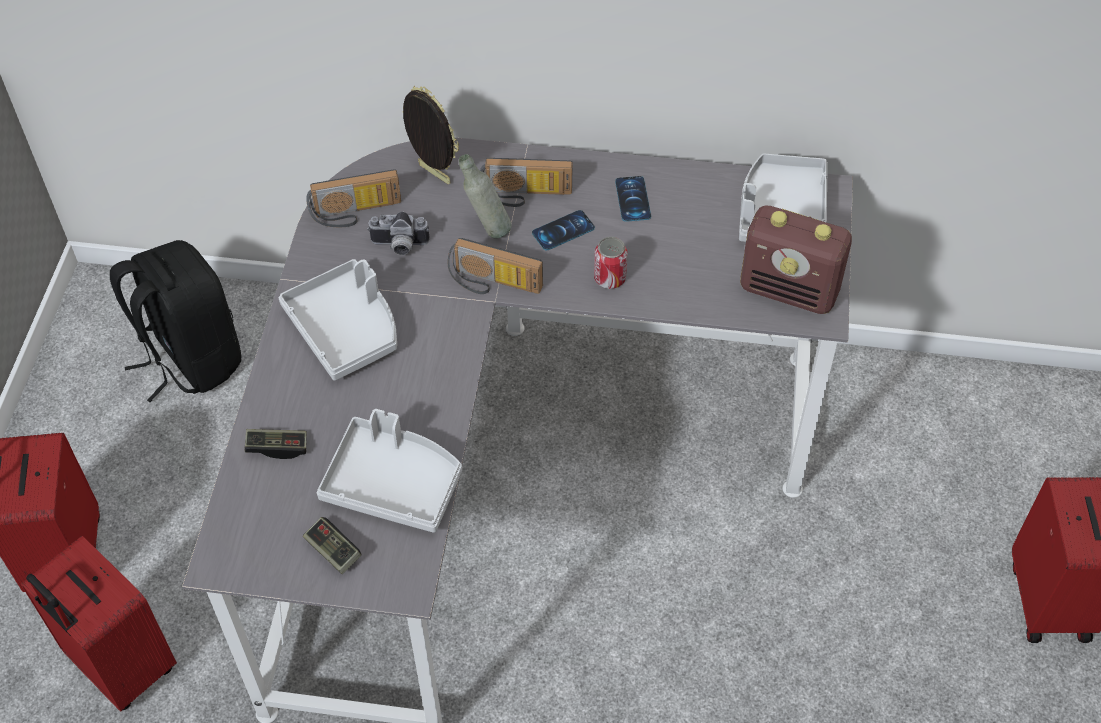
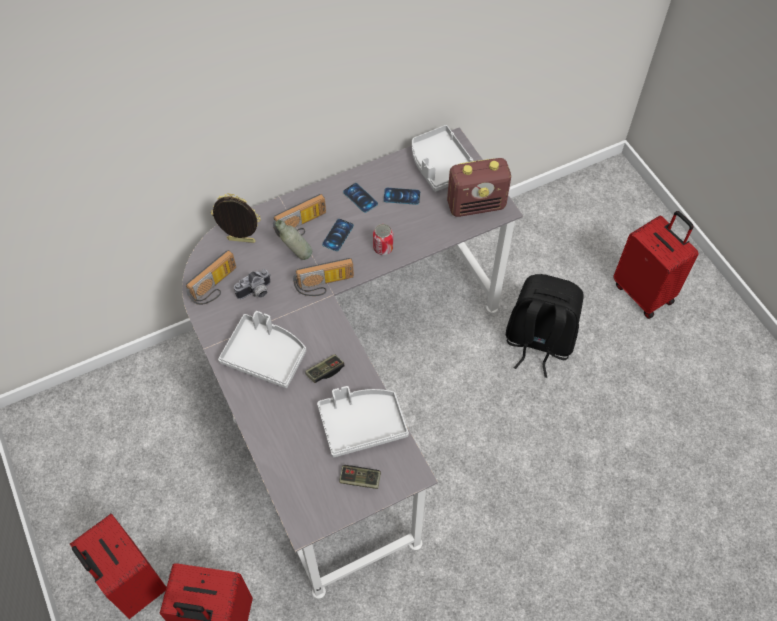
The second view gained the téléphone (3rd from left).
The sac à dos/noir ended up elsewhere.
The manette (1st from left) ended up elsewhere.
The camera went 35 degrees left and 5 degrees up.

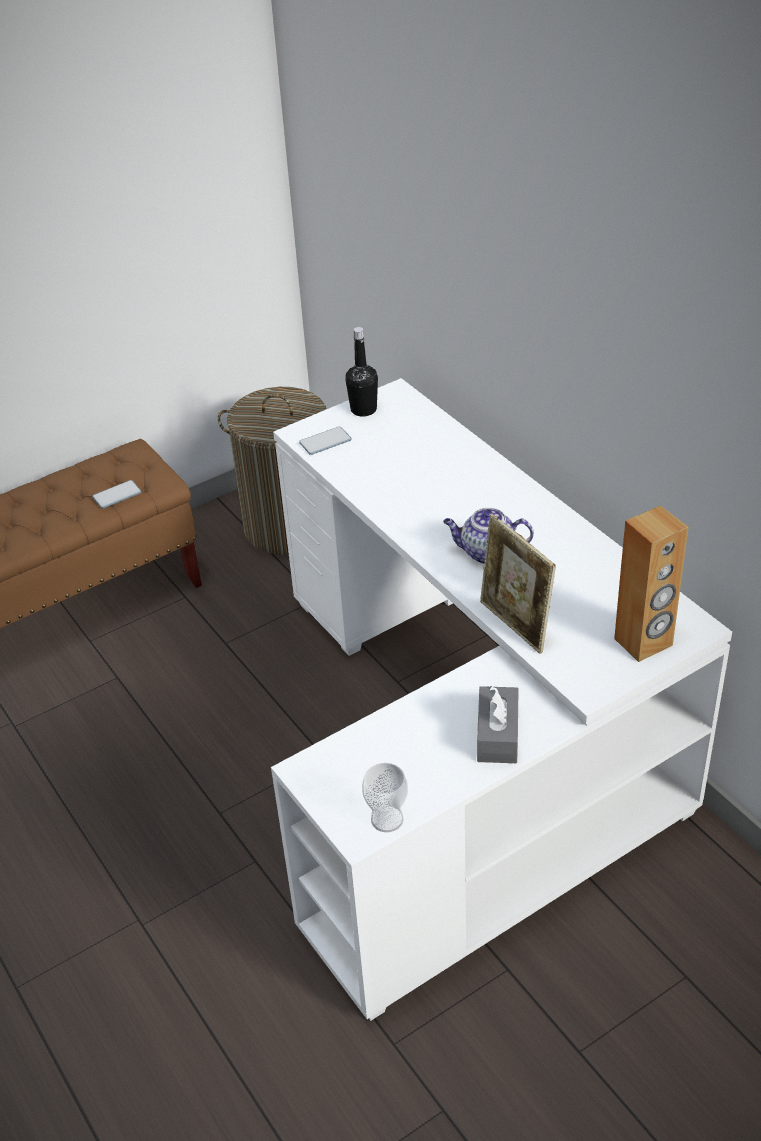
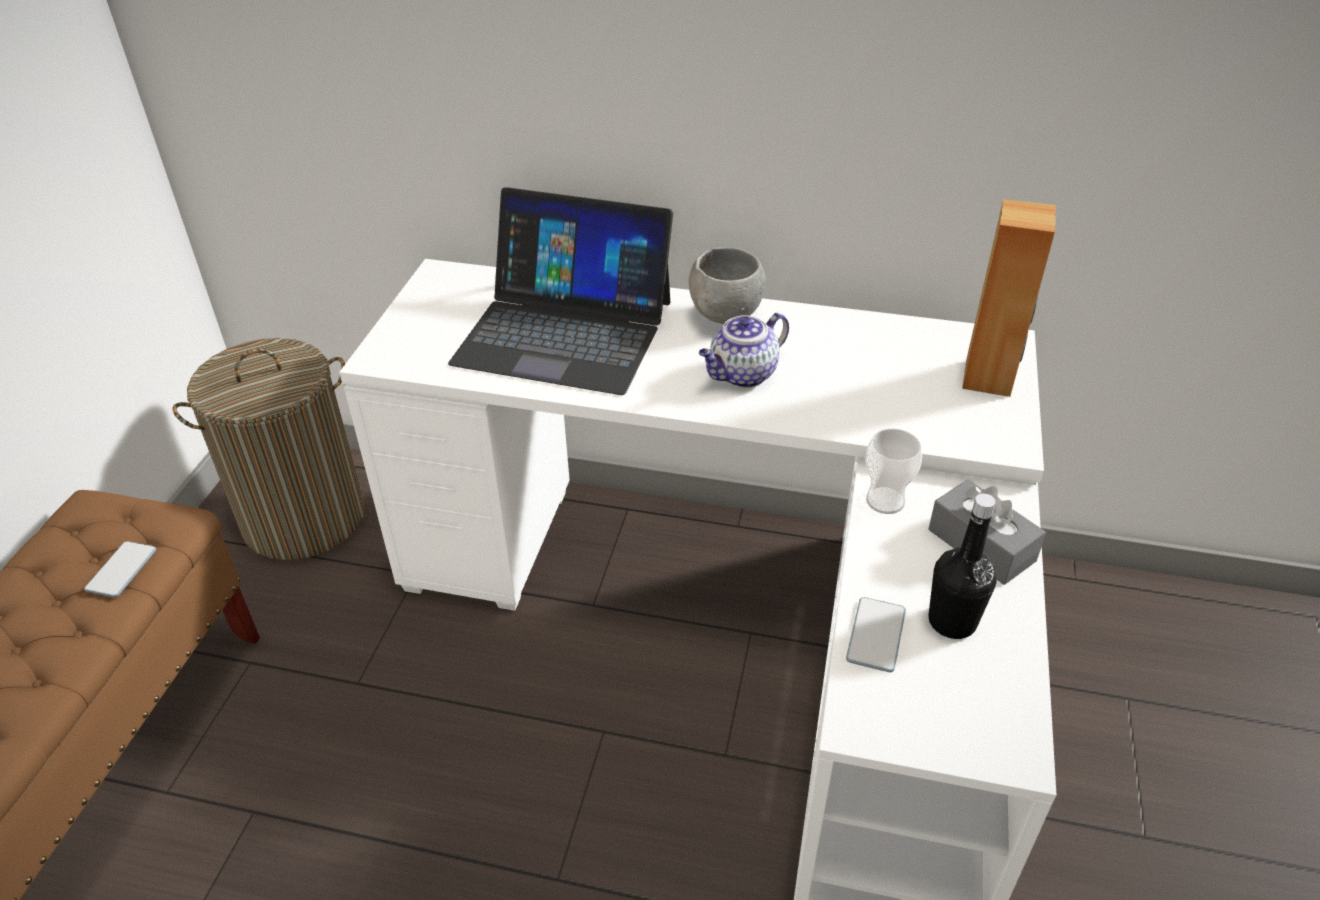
The second view lost the cadre photo.
The second view gained the ordinateur portable.
The second view gained the bol/gris.
The téléphone (2nd from left) ended up elsewhere.
The bouteille/noir ended up elsewhere.
The tasse ended up elsewhere.
The camera went 45 degrees left and 0 degrees up.

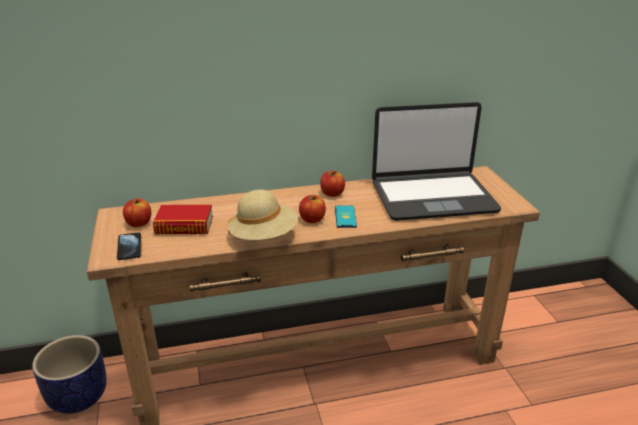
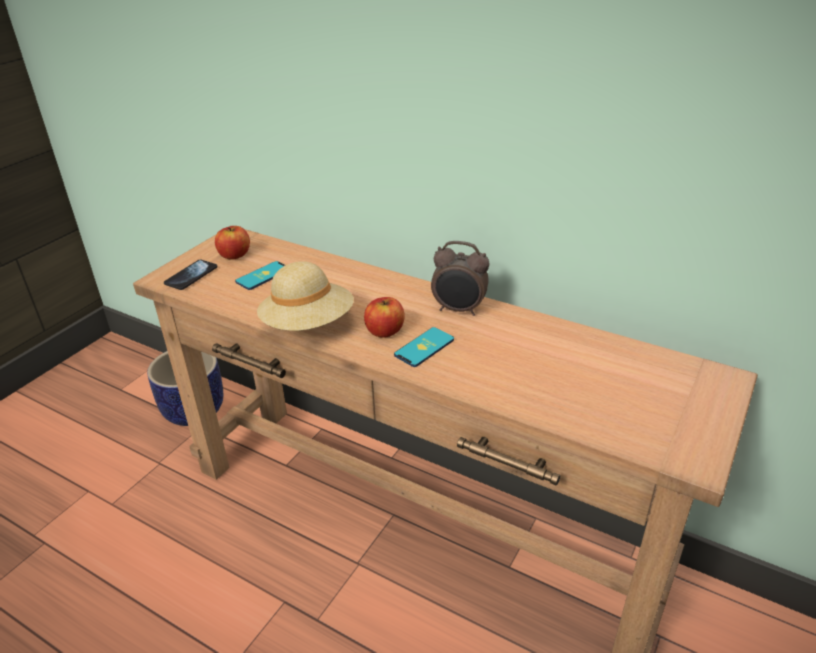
The second view lost the ordinateur portable.
Where the livre stood, the téléphone (2nd from left) came to stand.
Where the pomme (3rd from left) stood, the réveil came to stand.
The camera went 45 degrees right and 5 degrees up.

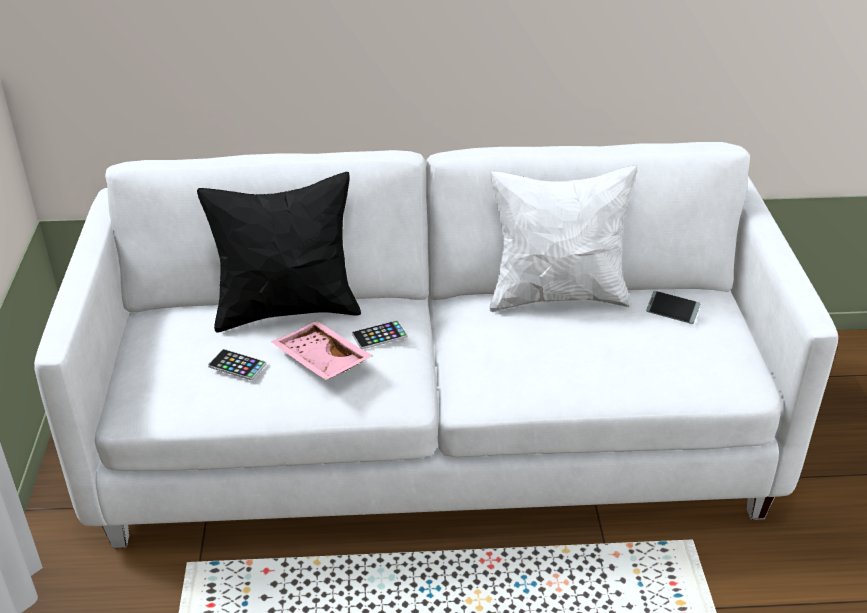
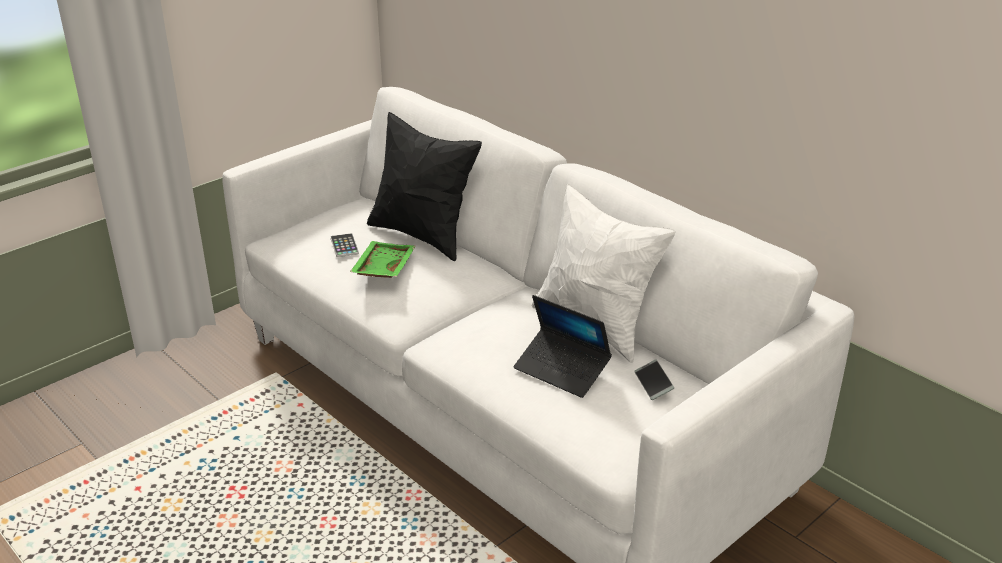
The second view lost the téléphone (2nd from left).
The second view gained the ordinateur portable.
What was the plateau/rose turned into the plateau/vert.
The camera went 50 degrees right and 5 degrees down.

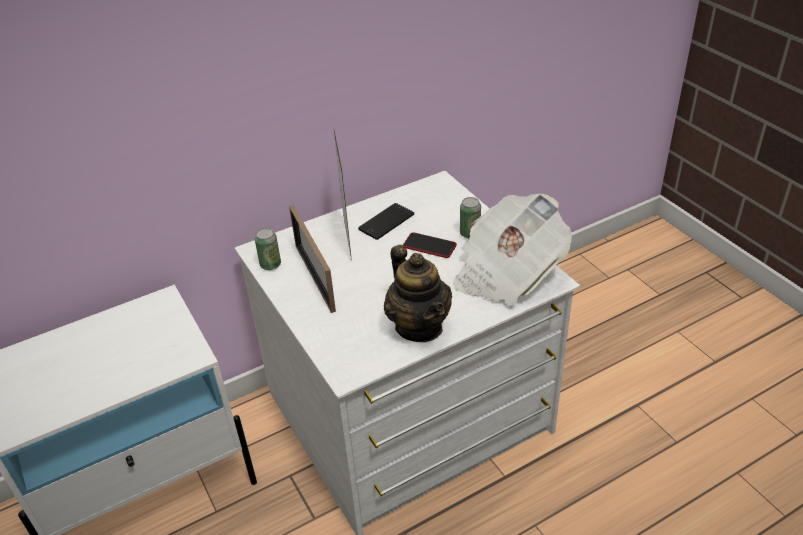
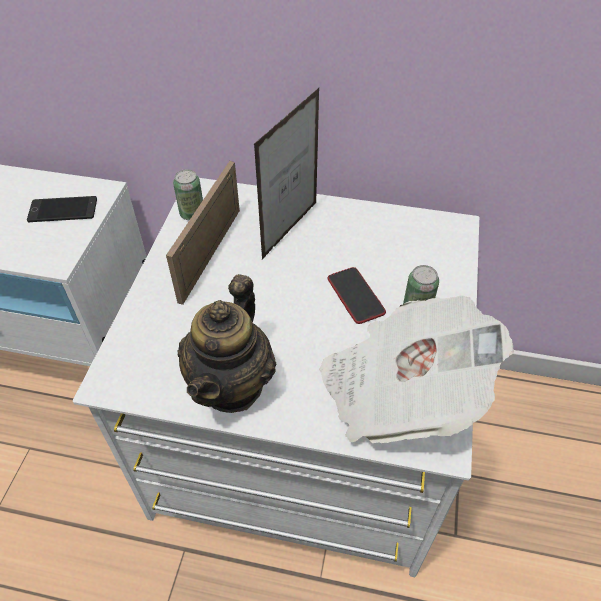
The téléphone (1st from left) ended up elsewhere.
The camera went 40 degrees right and 10 degrees up.

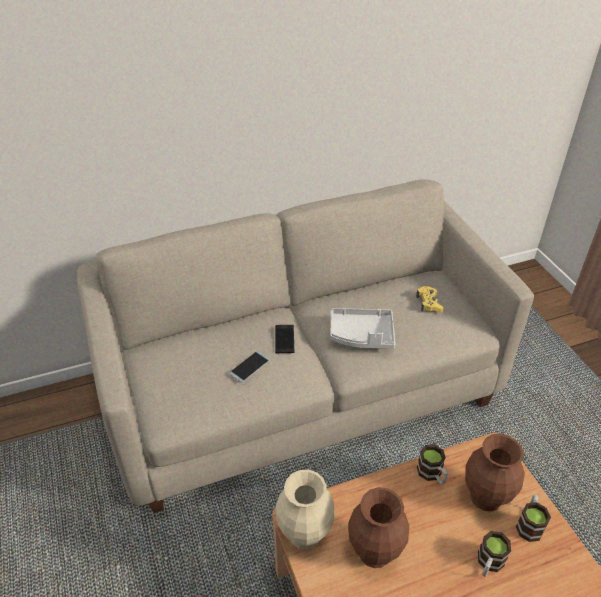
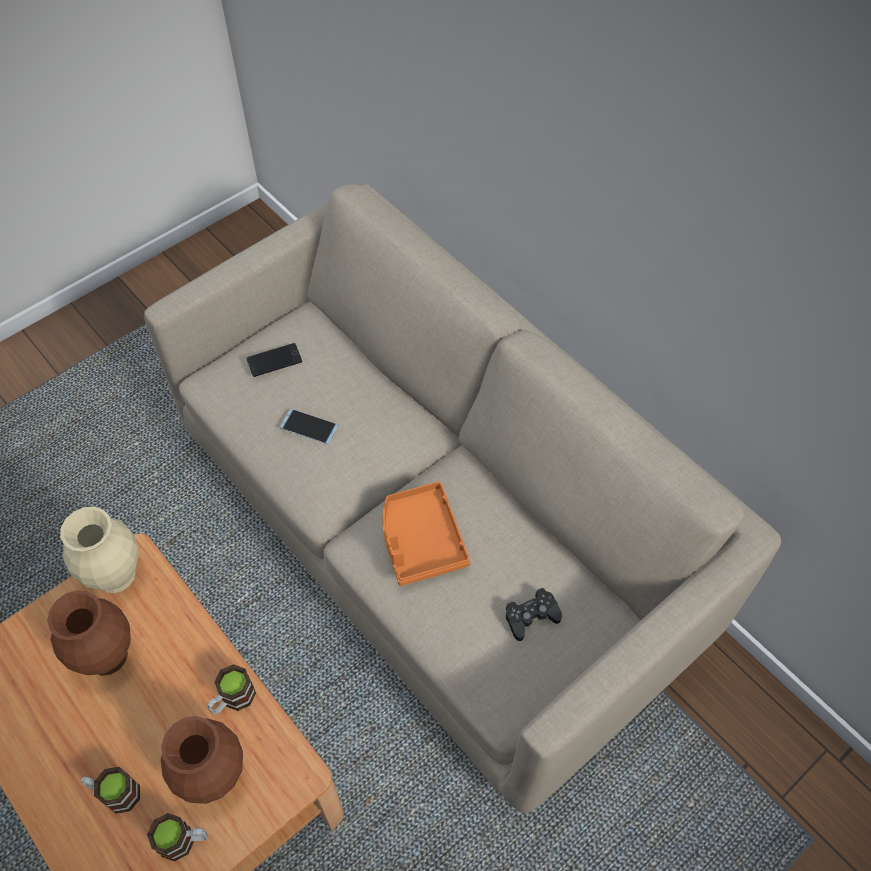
The téléphone (2nd from left in the first image) ended up elsewhere.
What was the plateau/gris turned into the plateau/orange.
What was the manette/jaune turned into the manette/noir.
The camera went 70 degrees right and 15 degrees up.

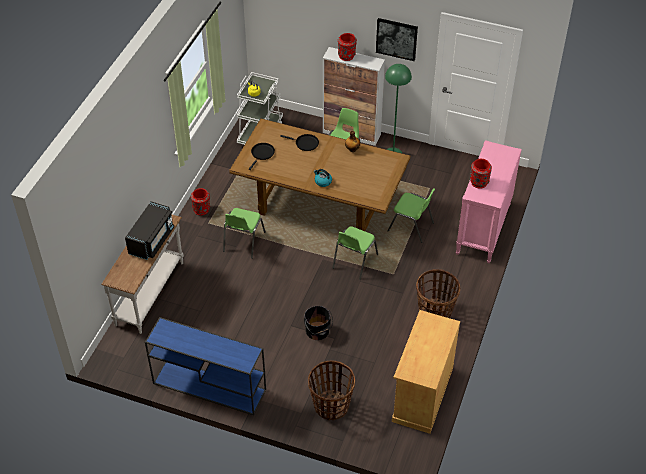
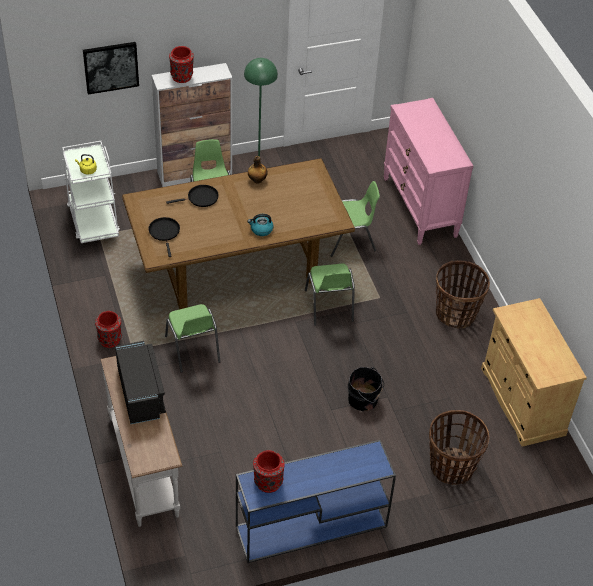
The tableau ended up elsewhere.
The vase/rouge (3rd from left) ended up elsewhere.
The camera went 40 degrees left and 0 degrees up.

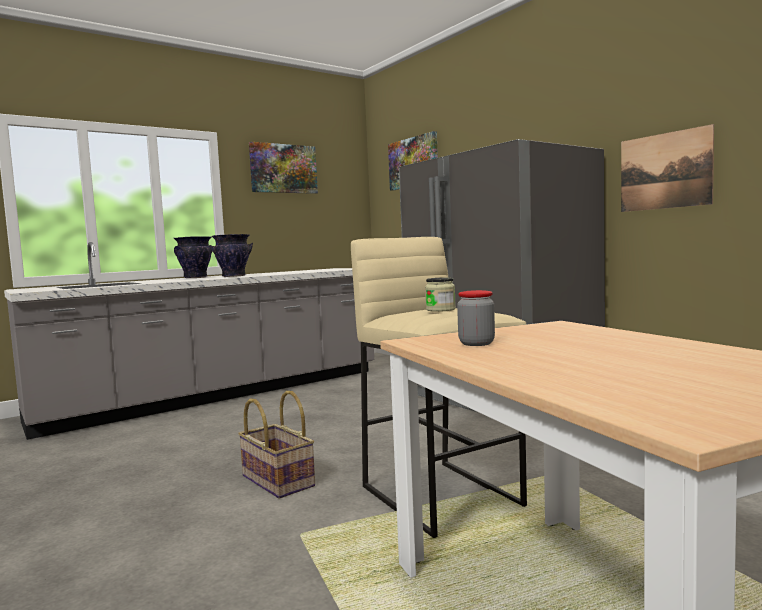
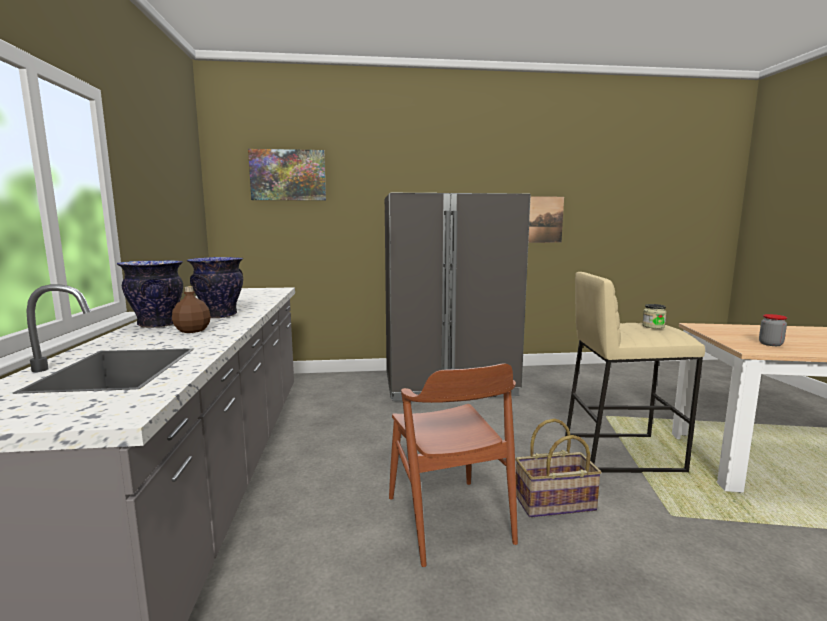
The second view lost the tableau (1st from left).
The second view gained the bouteille/marron.
The second view gained the chaise/marron.
The camera went 60 degrees left and 5 degrees up.

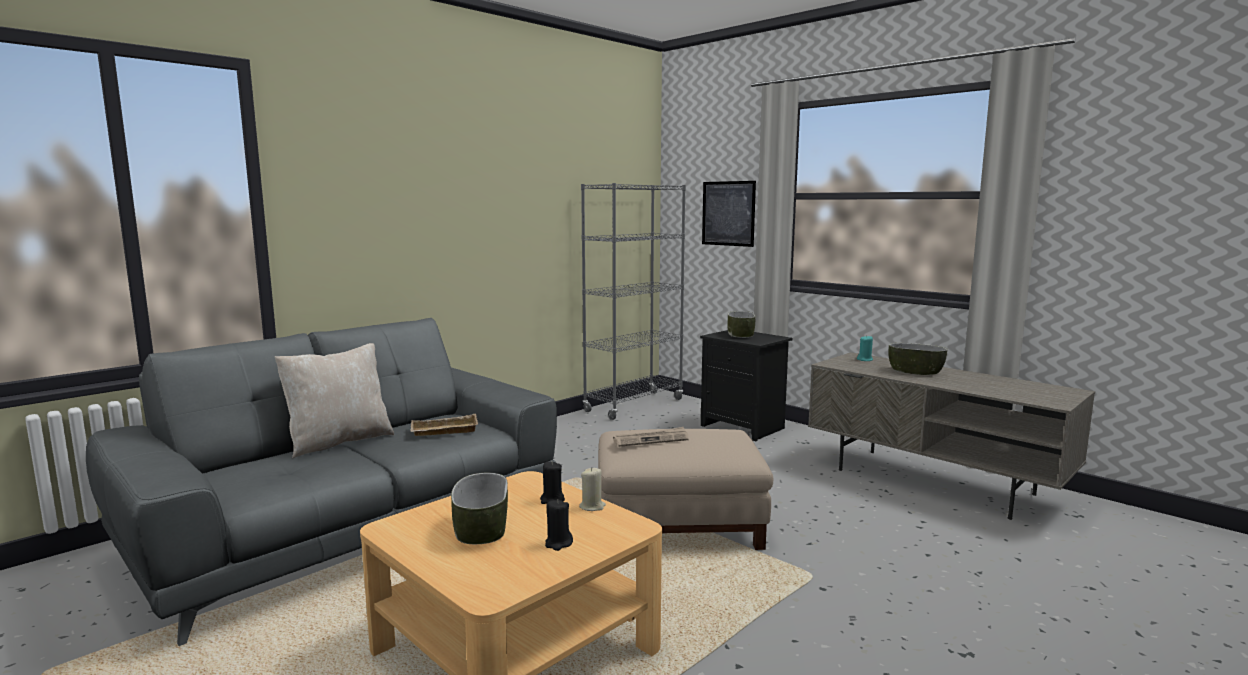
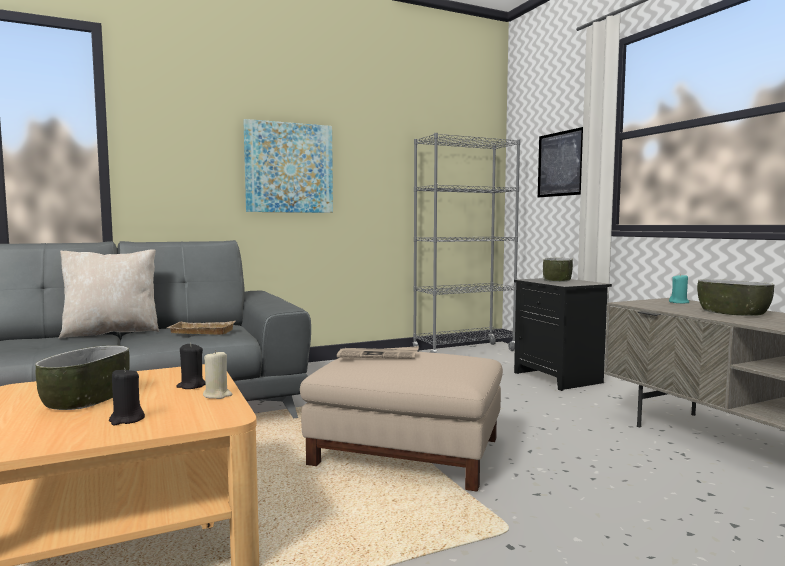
The second view gained the tableau (1st from left).
The camera went 20 degrees right and 5 degrees down.

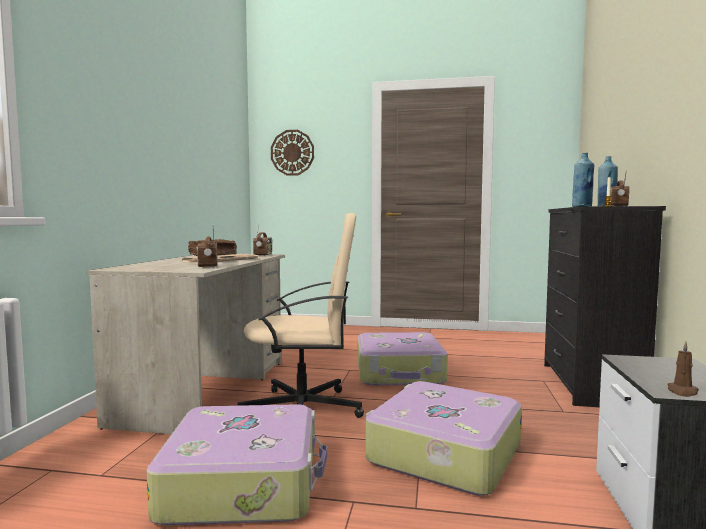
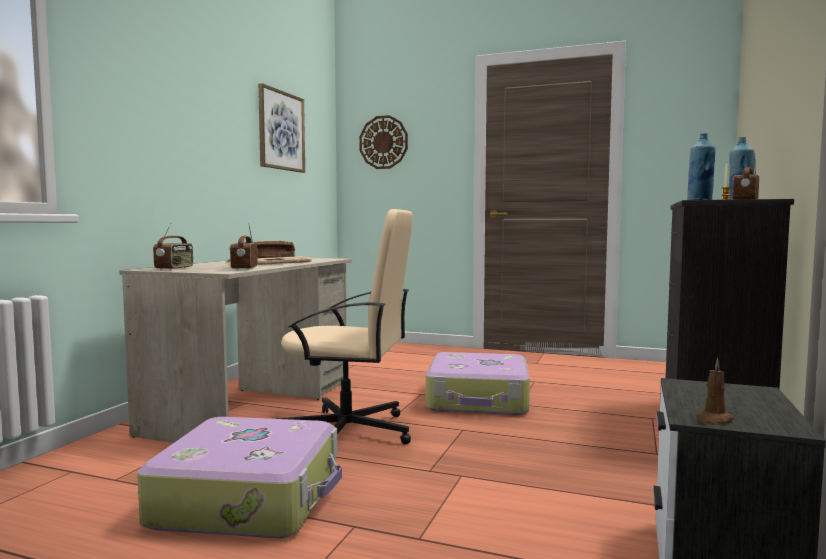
The second view lost the valise (3rd from left).
The second view gained the tableau.
The radio (2nd from left in the first image) ended up elsewhere.
The camera went 10 degrees right and 0 degrees up.

